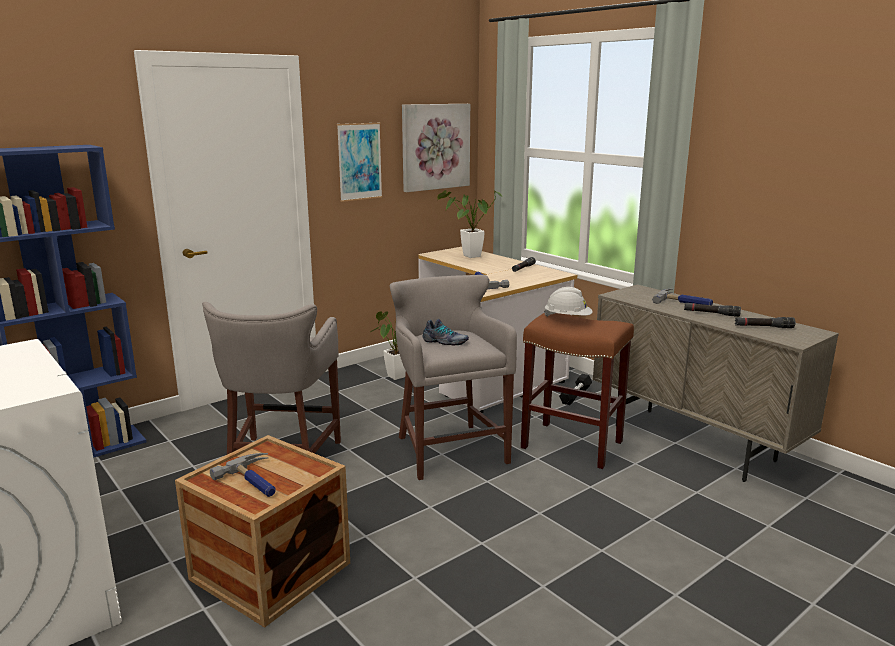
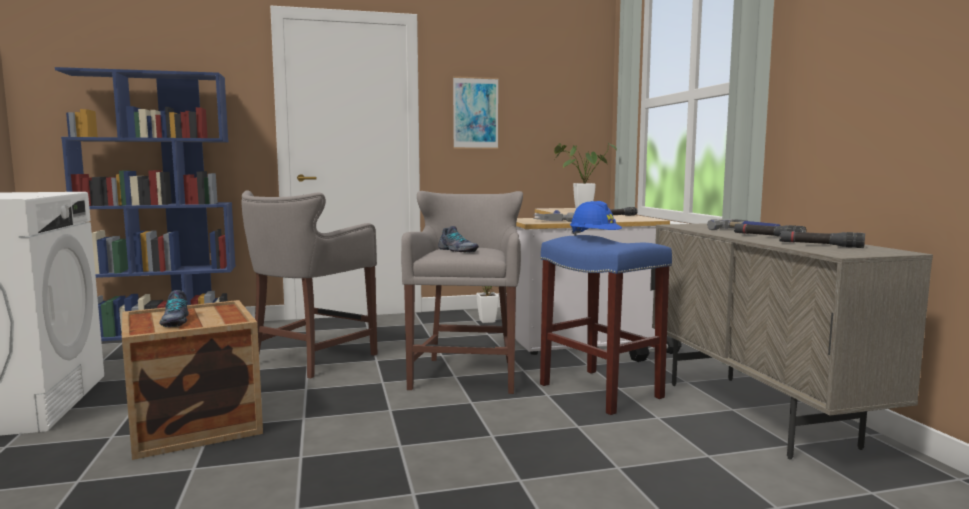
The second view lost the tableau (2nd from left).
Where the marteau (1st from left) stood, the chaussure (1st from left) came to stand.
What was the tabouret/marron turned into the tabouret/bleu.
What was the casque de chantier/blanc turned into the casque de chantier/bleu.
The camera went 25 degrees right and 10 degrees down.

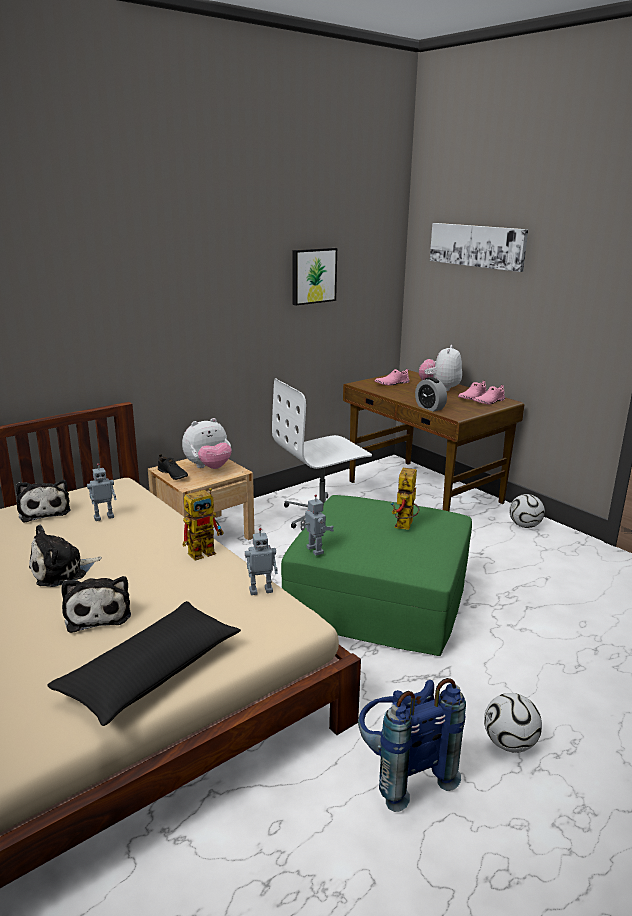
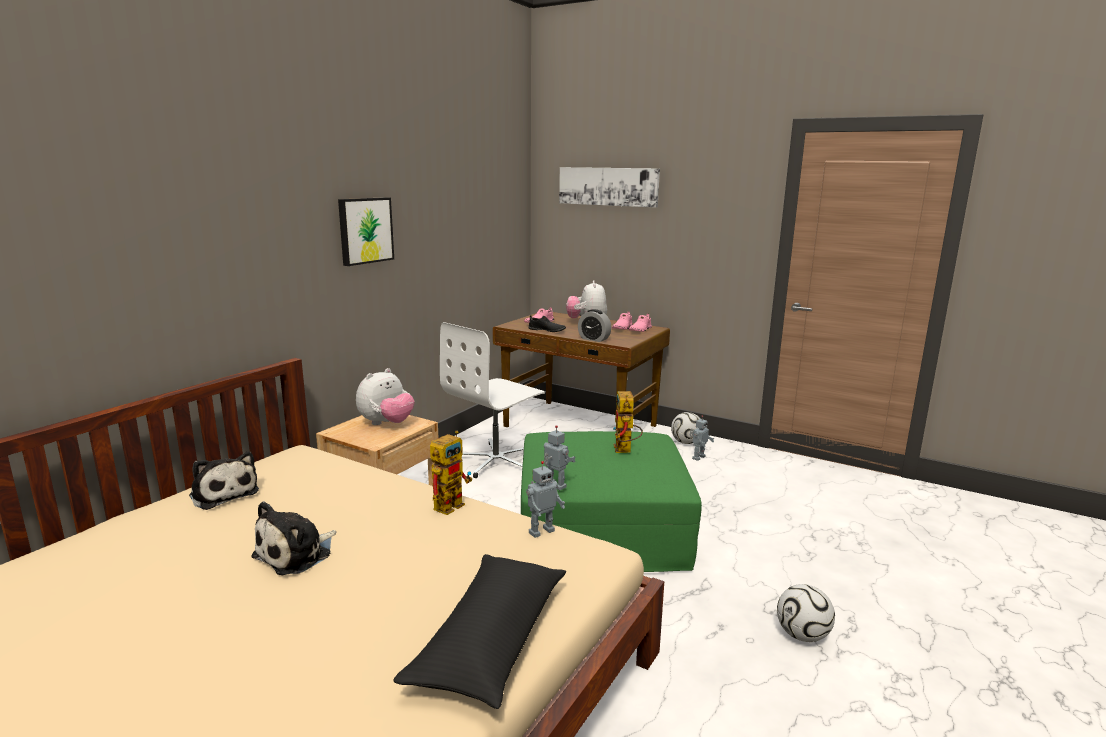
The second view lost the peluche (3rd from left).
The second view lost the sac à dos/bleu.
The robot jouet (1st from left in the first image) ended up elsewhere.
The chaussure/noir ended up elsewhere.
The tableau (1st from left) ended up elsewhere.
The camera went 20 degrees left and 5 degrees down.

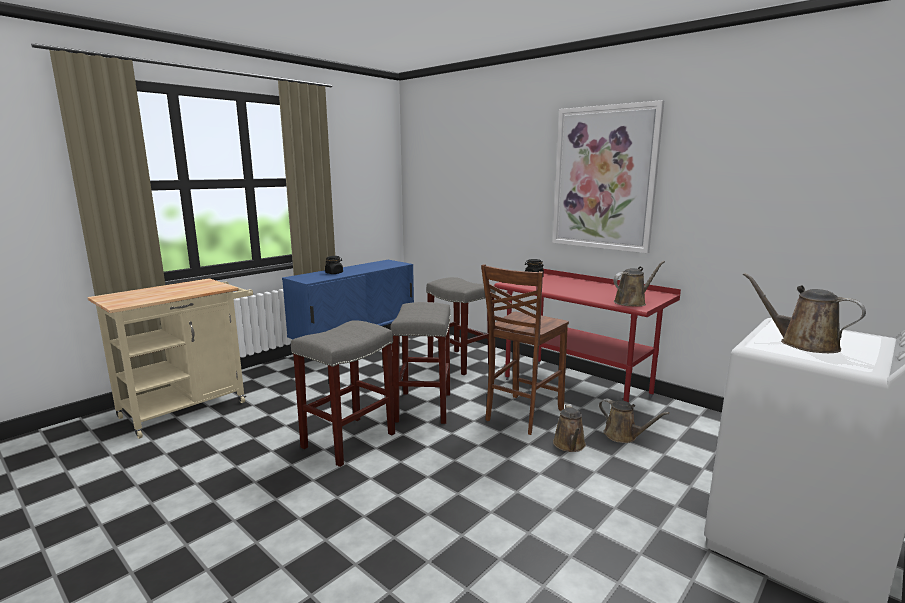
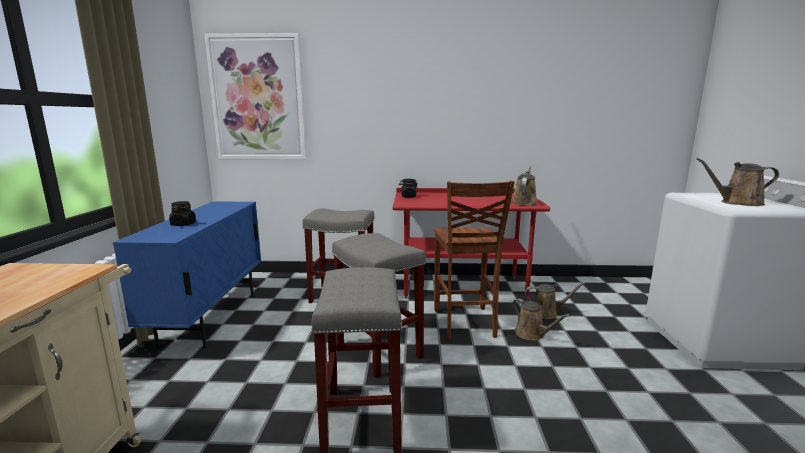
The tableau ended up elsewhere.
The camera went 40 degrees left and 0 degrees up.

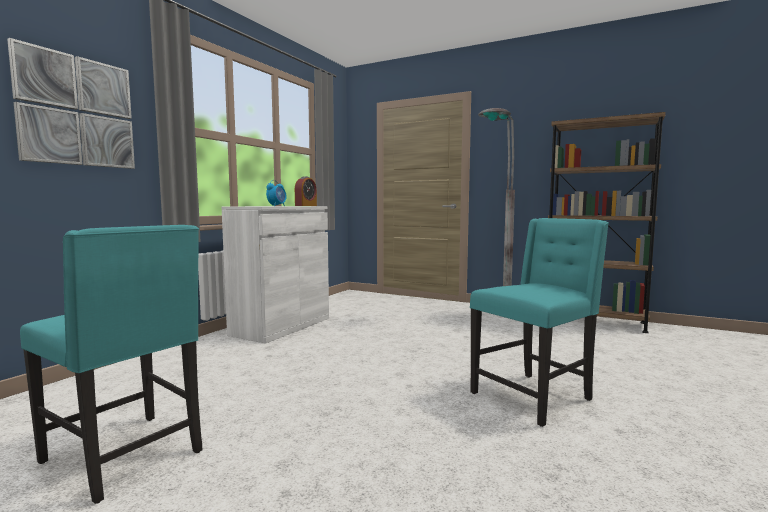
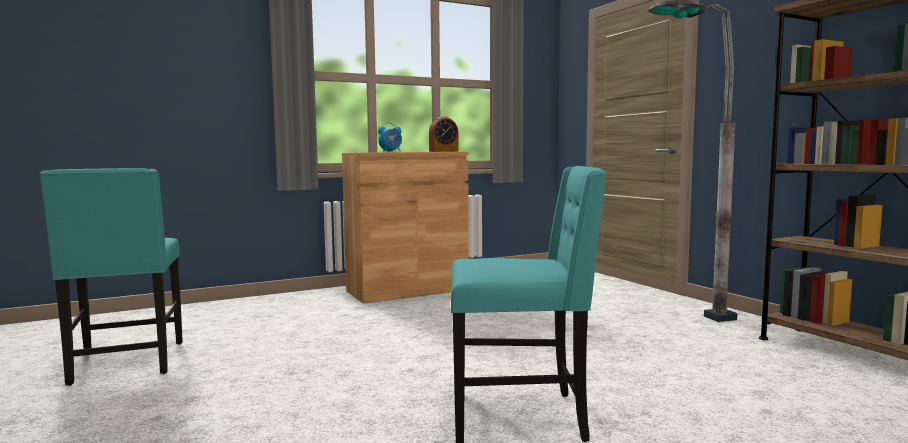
The second view lost the tableau.
What was the meuble de rangement/blanc turned into the meuble de rangement/marron.
The camera went 35 degrees right and 0 degrees up.

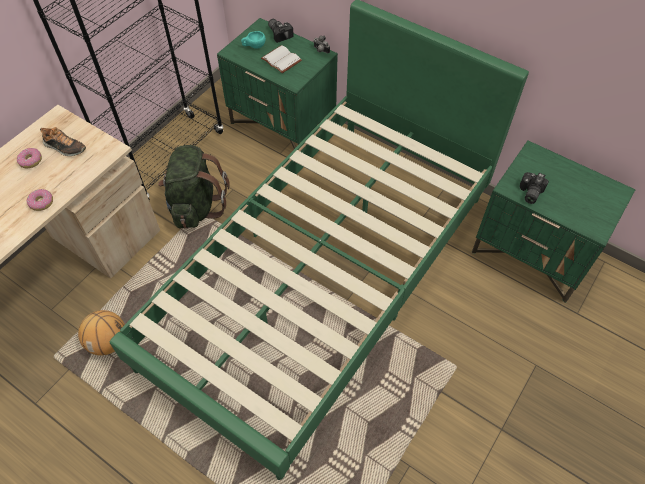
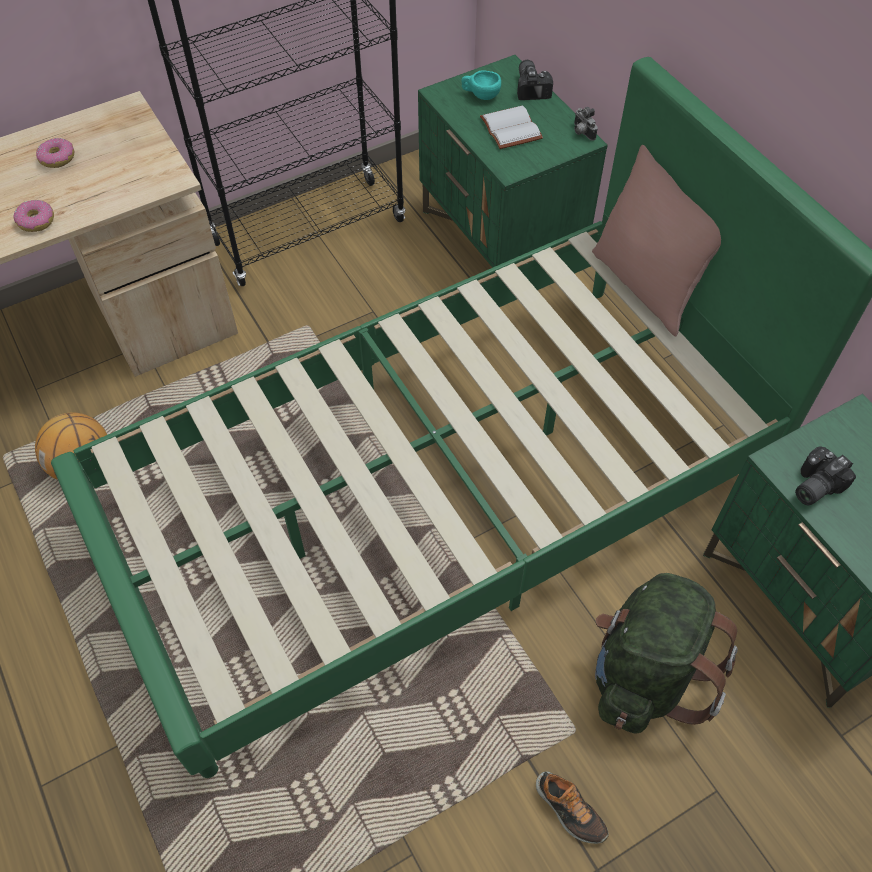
The second view gained the coussin/rose.
The chaussure ended up elsewhere.
The sac à dos/vert ended up elsewhere.
The camera went 25 degrees right and 0 degrees up.

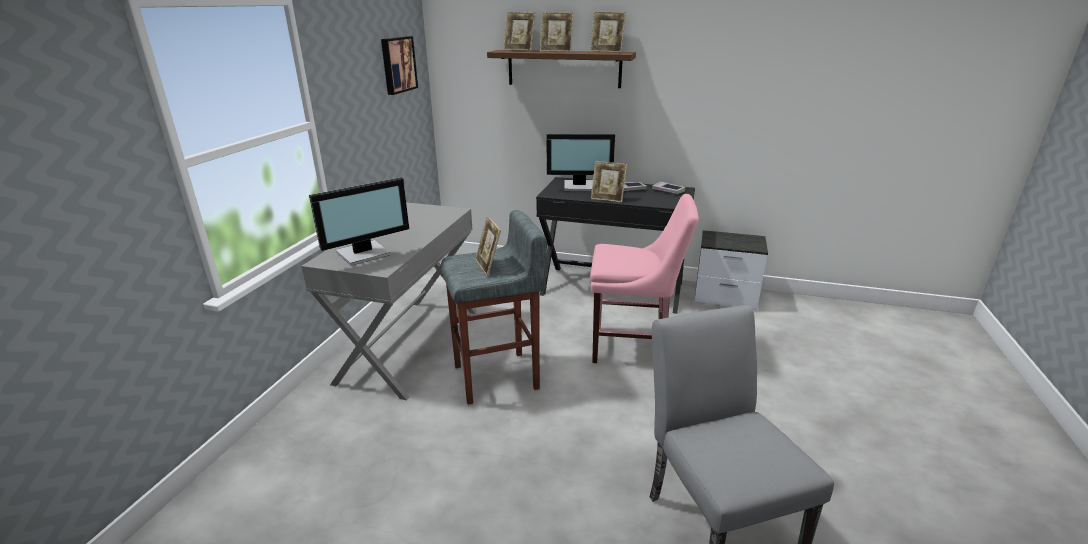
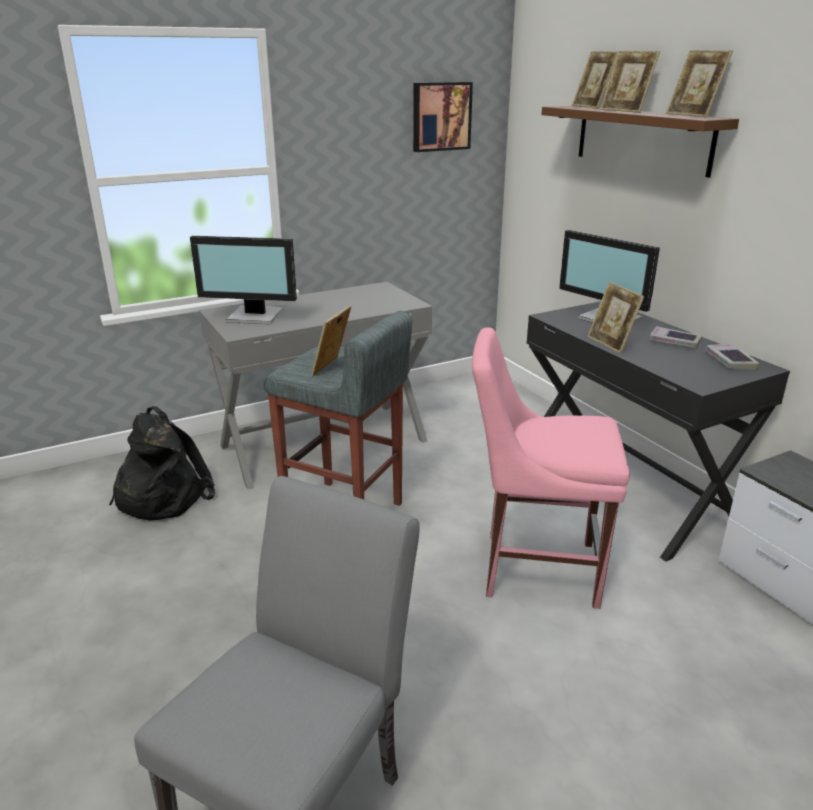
The second view gained the sac à dos/noir.
The chaise/rose ended up facing another way, 135 degrees clockwise from before.
The camera went 45 degrees right and 0 degrees up.

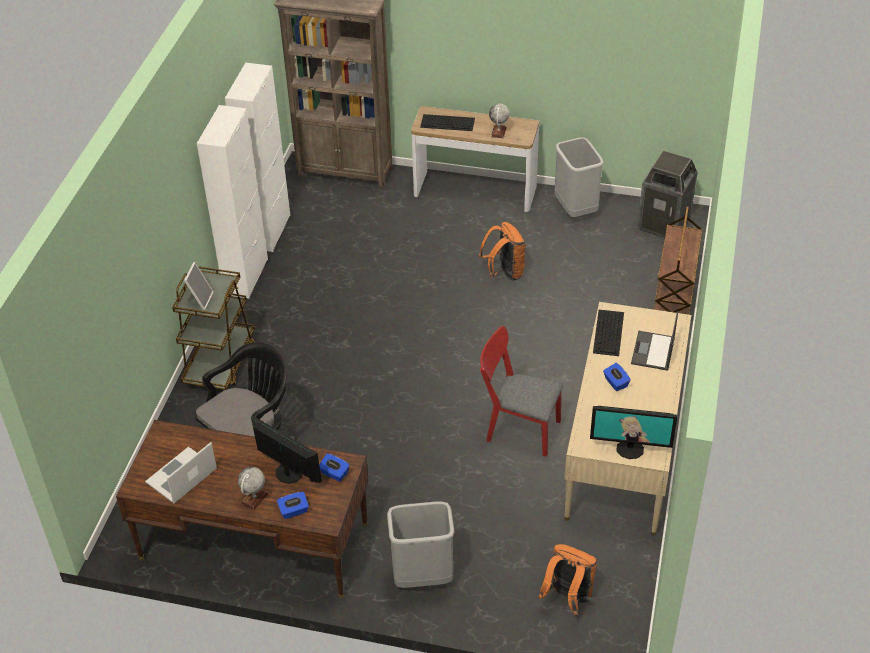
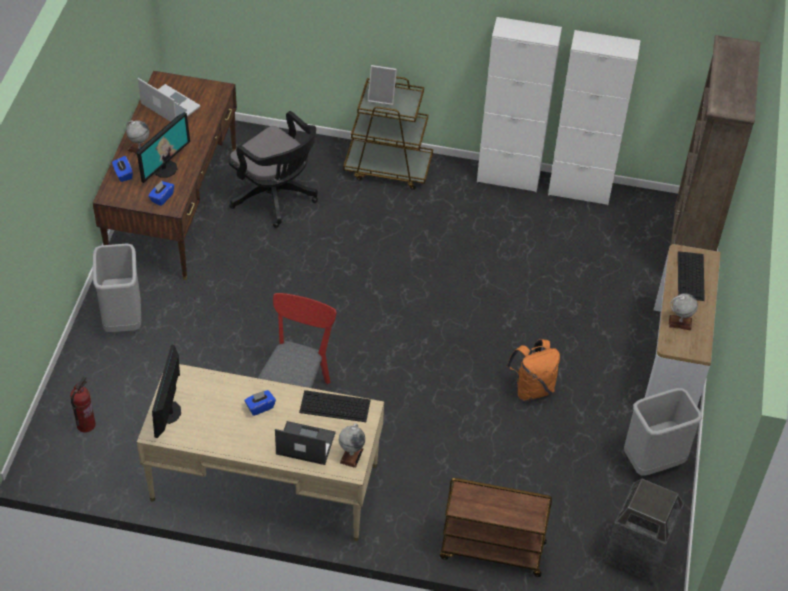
The second view gained the globe (2nd from left).
Where the sac à dos/orange (2nd from left) stood, the extincteur came to stand.
The camera went 85 degrees right and 5 degrees up.

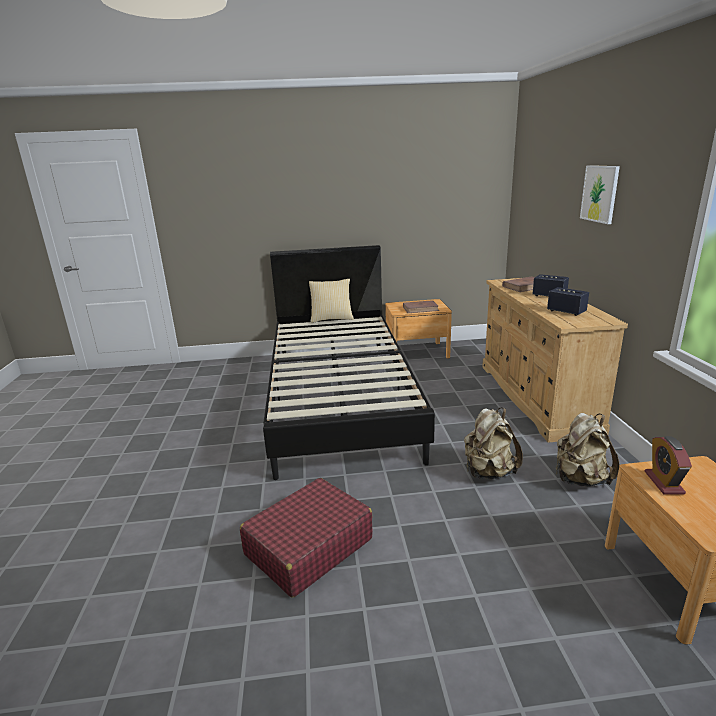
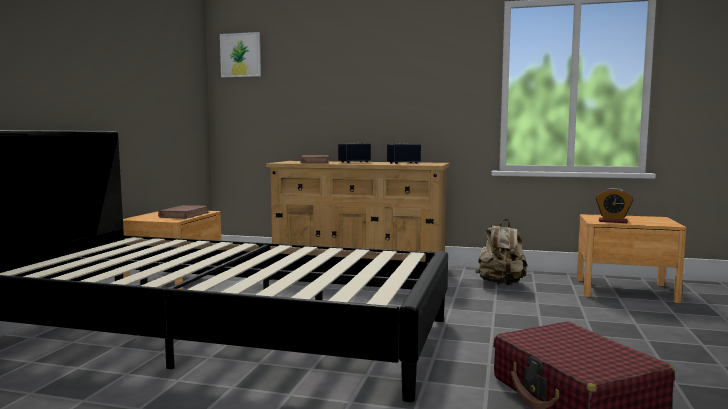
The second view lost the coussin.
The second view lost the sac à dos/beige (1st from left).
The tableau ended up elsewhere.
The camera went 70 degrees left and 15 degrees down.

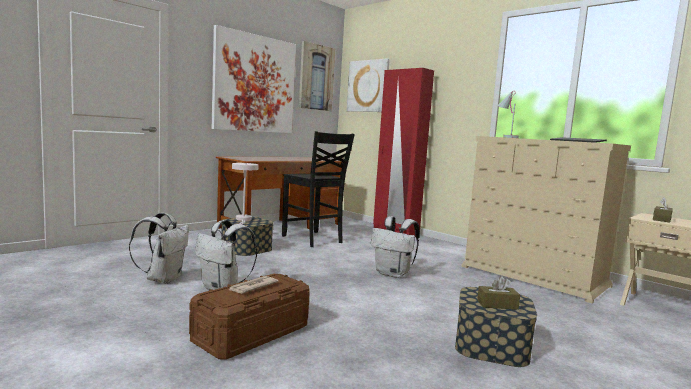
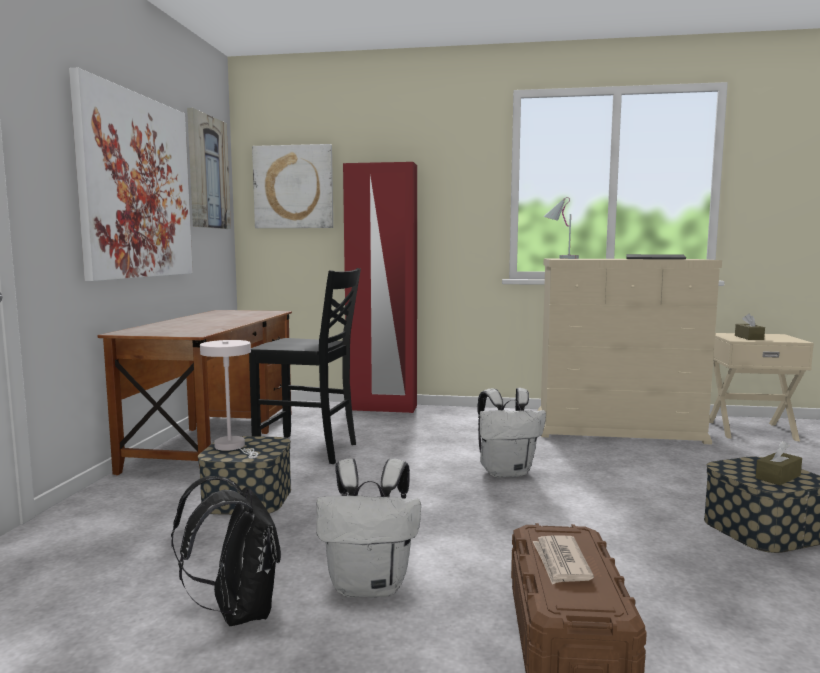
What was the sac à dos/blanc (1st from left) turned into the sac à dos/noir.
The camera went 35 degrees left and 0 degrees up.

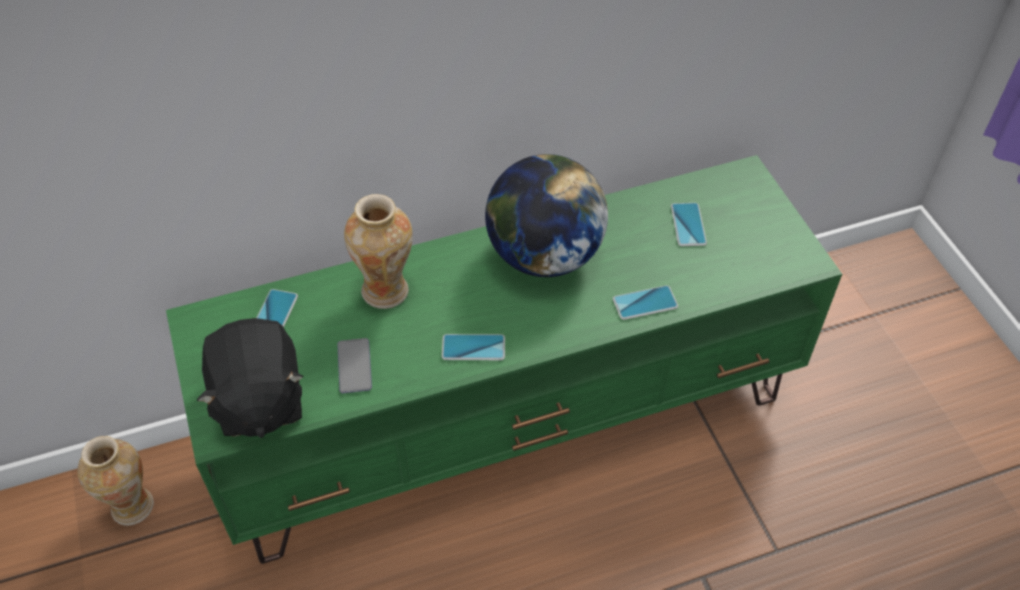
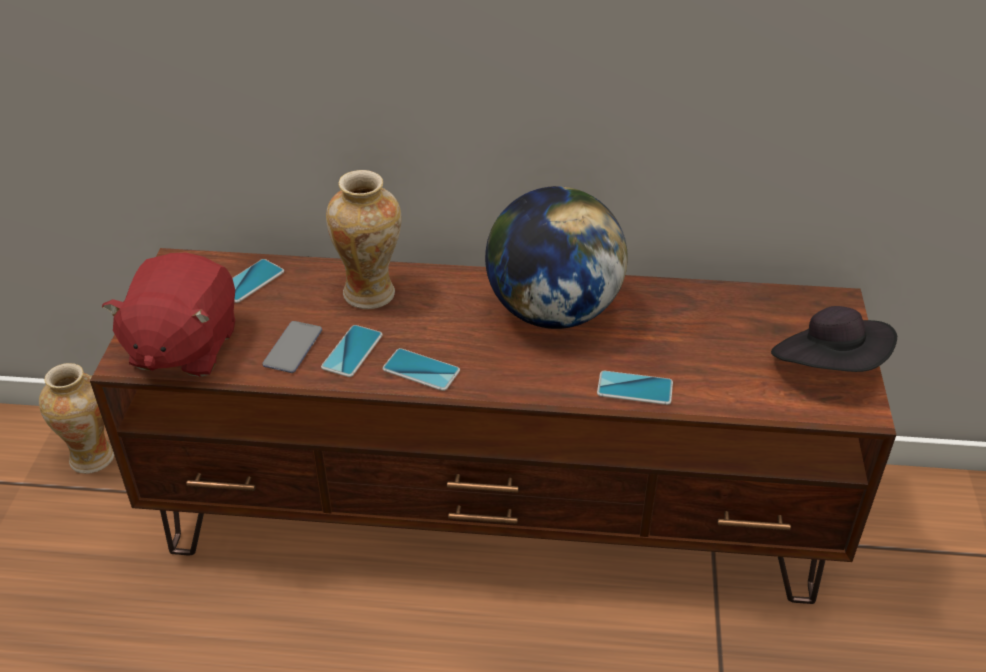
The second view gained the chapeau/noir.
The téléphone (5th from left in the first image) ended up elsewhere.
What was the meuble télé/vert turned into the meuble télé/marron.
What was the peluche/noir turned into the peluche/rouge.
The camera went 25 degrees right and 10 degrees down.

